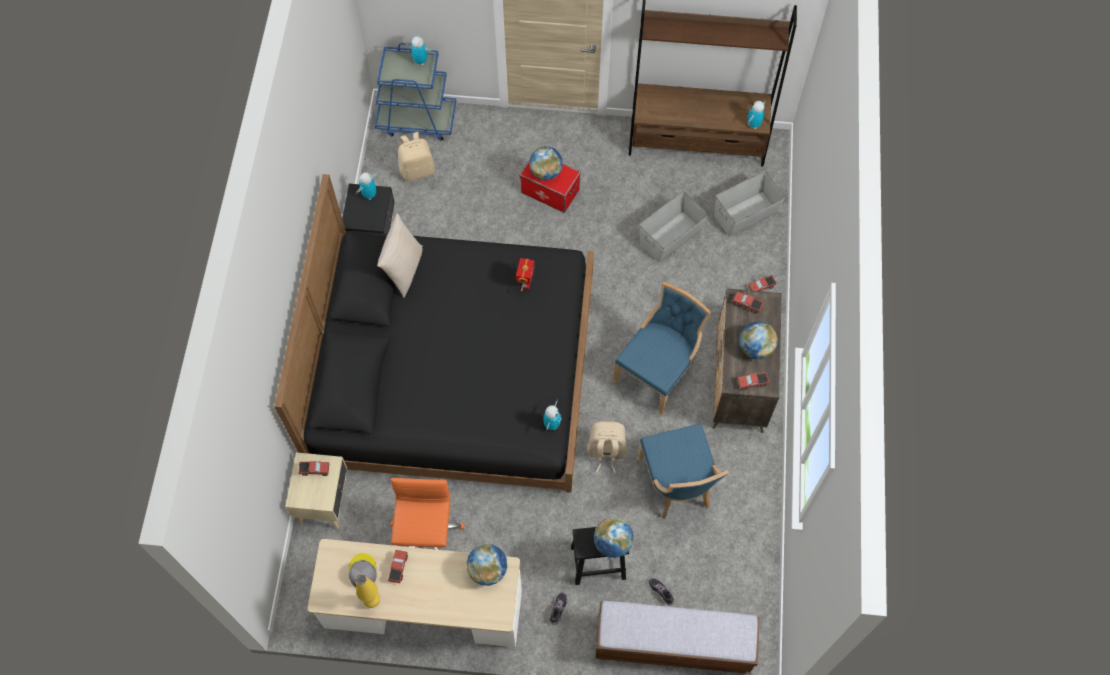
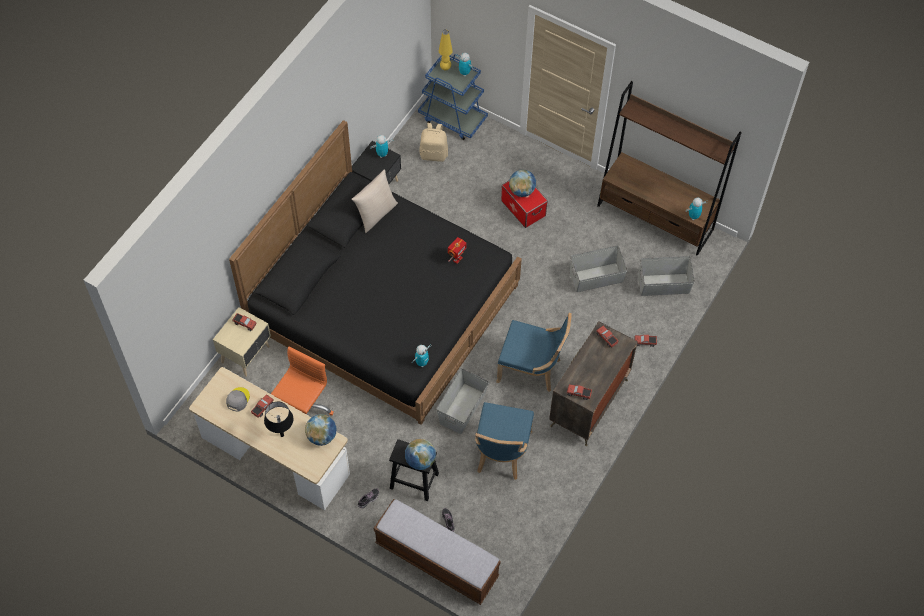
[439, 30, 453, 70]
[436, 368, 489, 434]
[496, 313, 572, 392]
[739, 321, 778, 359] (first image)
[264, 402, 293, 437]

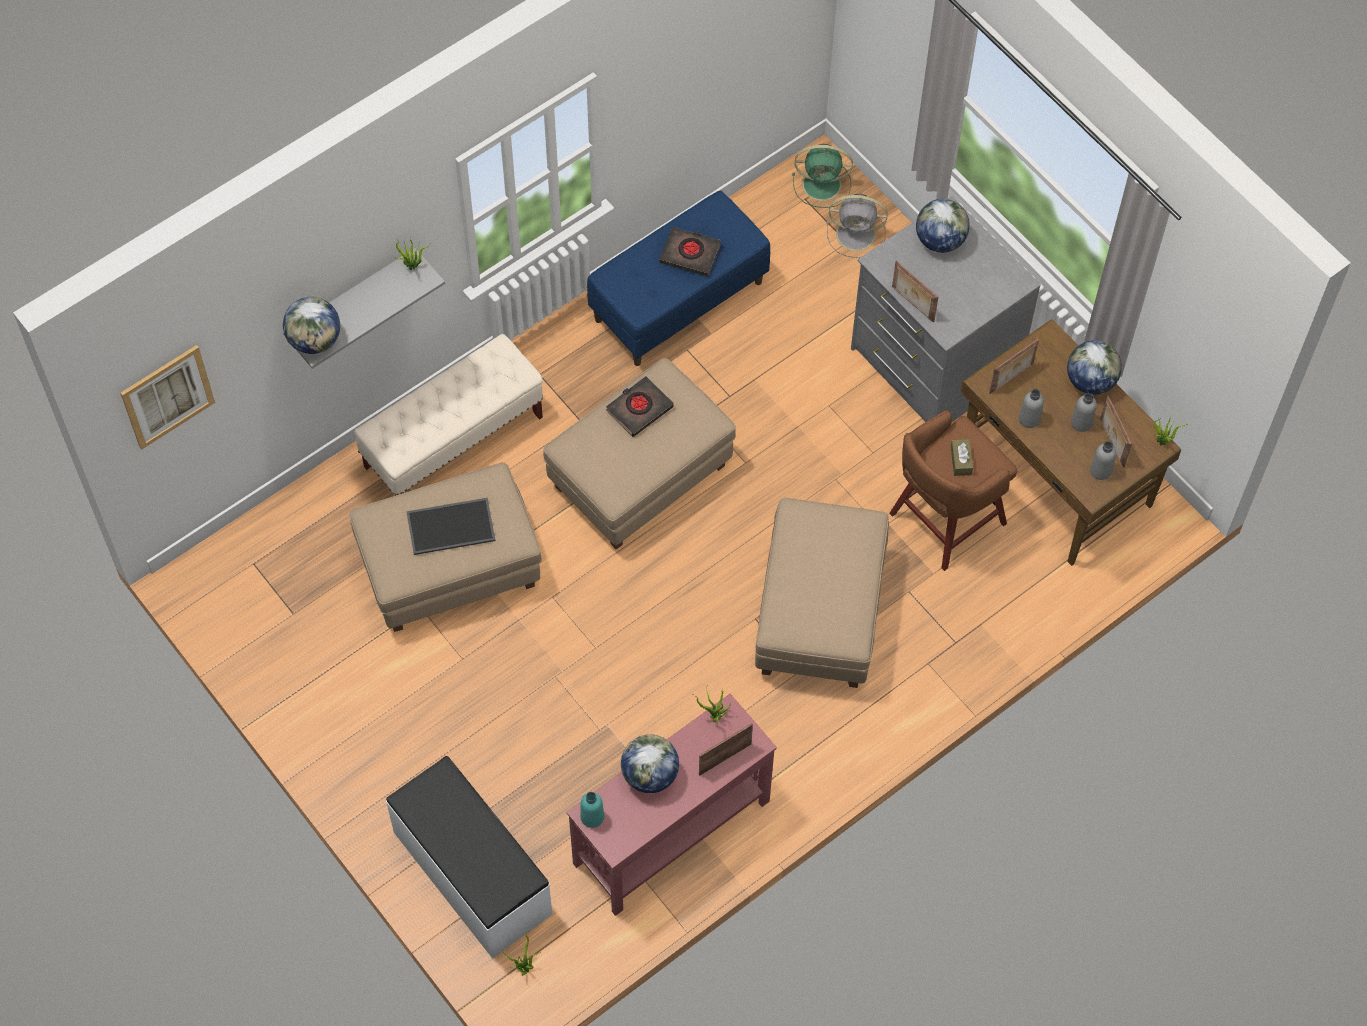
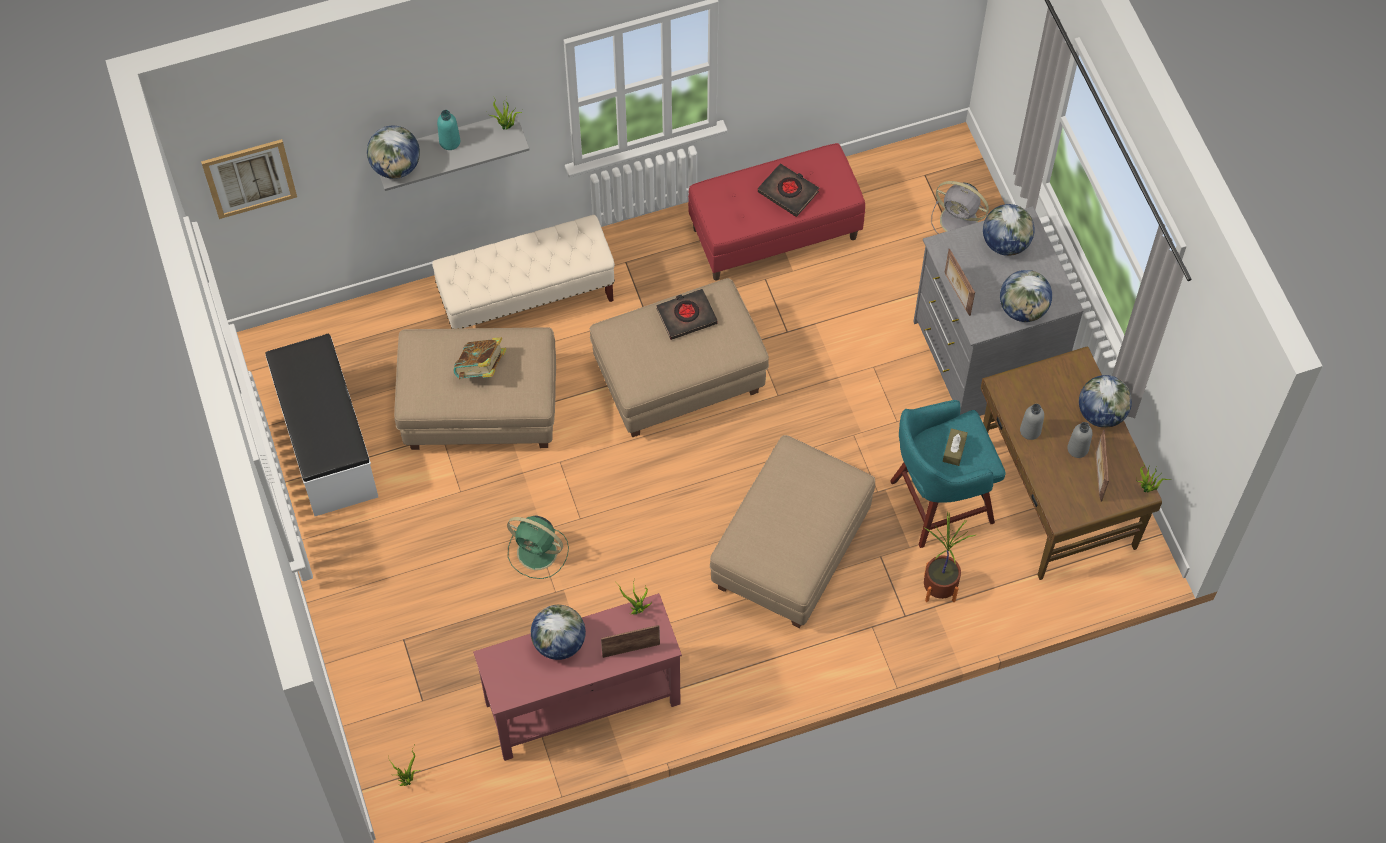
[265, 334, 378, 516]
[454, 337, 507, 379]
[437, 110, 460, 150]
[688, 143, 865, 281]
[507, 515, 569, 579]
[890, 400, 1006, 548]
[989, 339, 1039, 394] (first image)
[1090, 441, 1116, 480] (first image)
[924, 512, 977, 602]
[1000, 270, 1052, 322]

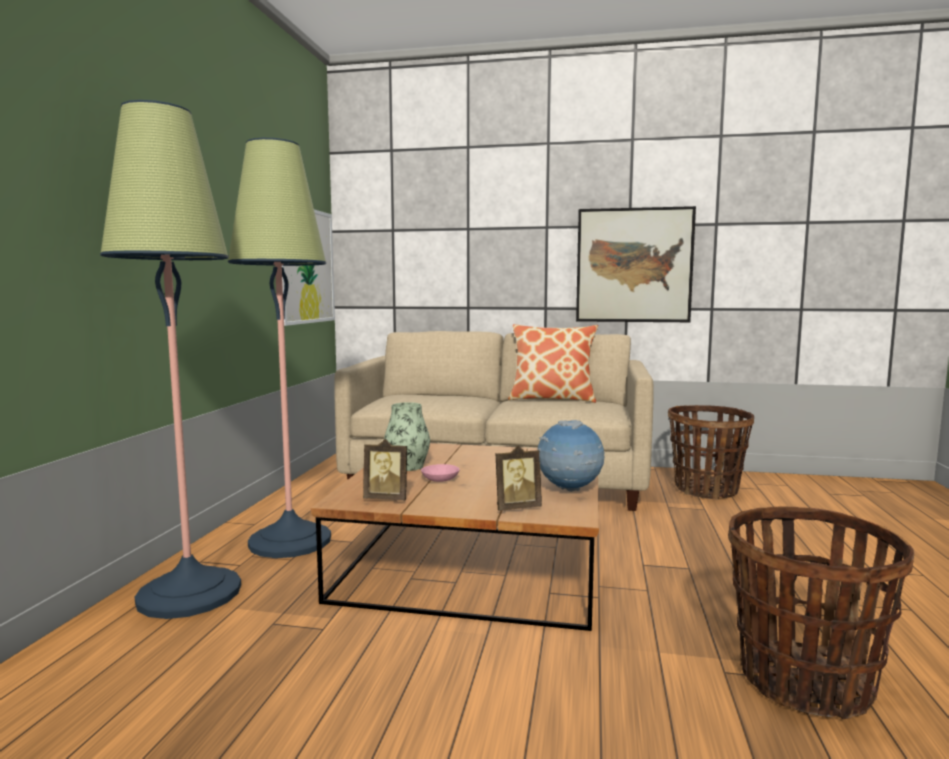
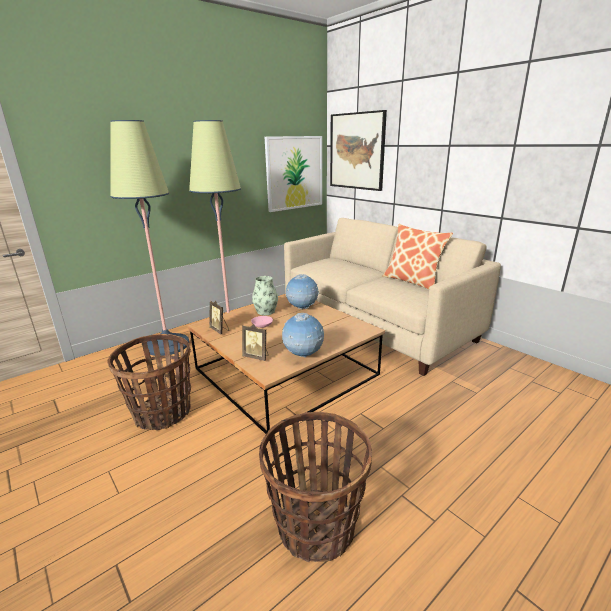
[330, 110, 387, 191]
[107, 334, 191, 430]
[286, 274, 319, 310]

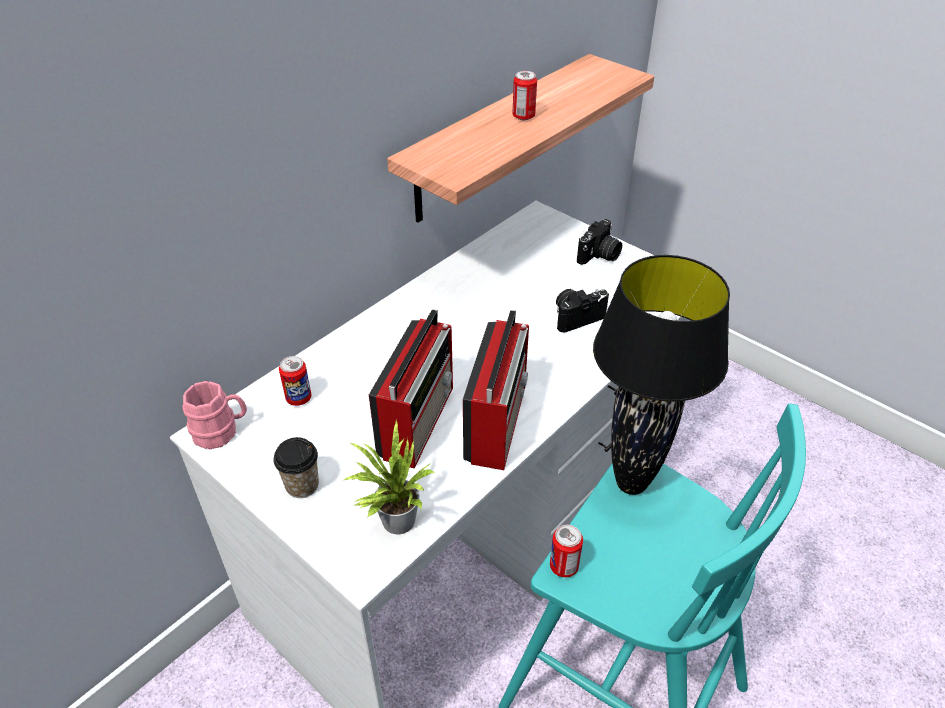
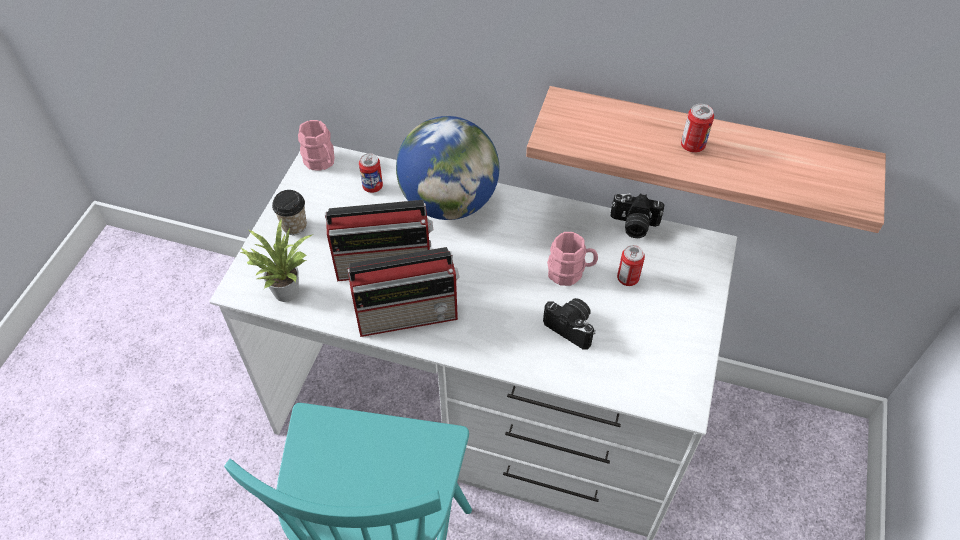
[617, 245, 645, 286]
[611, 193, 665, 238]
[593, 255, 730, 495] (first image)
[396, 116, 499, 220]
[547, 232, 598, 286]

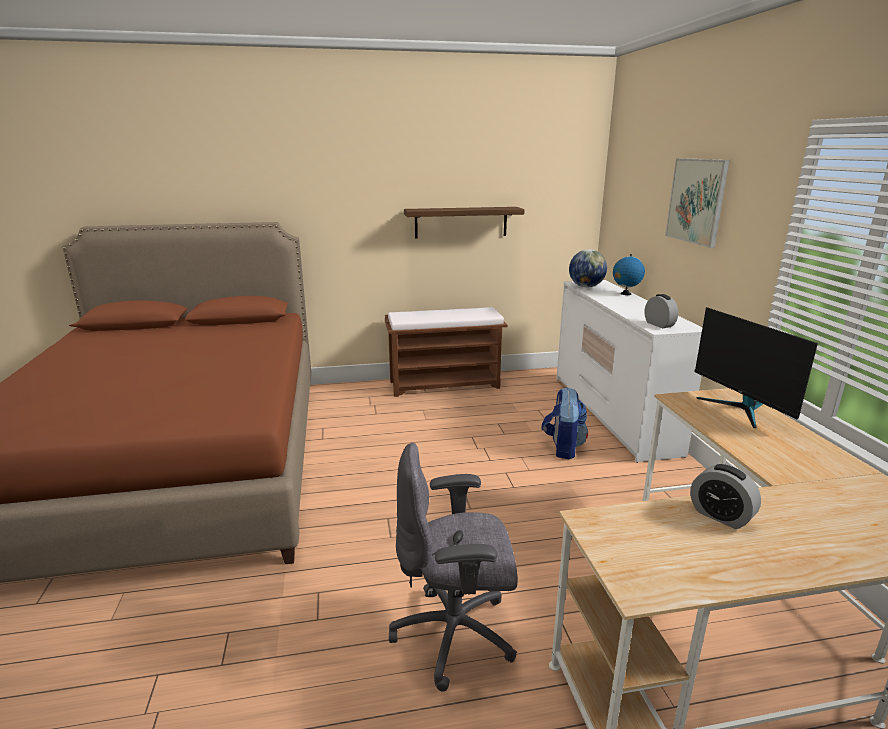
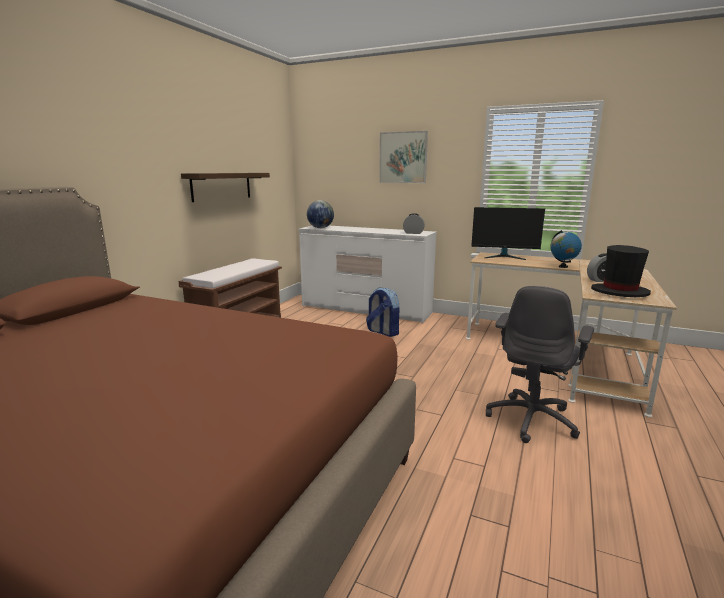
[550, 230, 582, 268]
[591, 245, 651, 297]

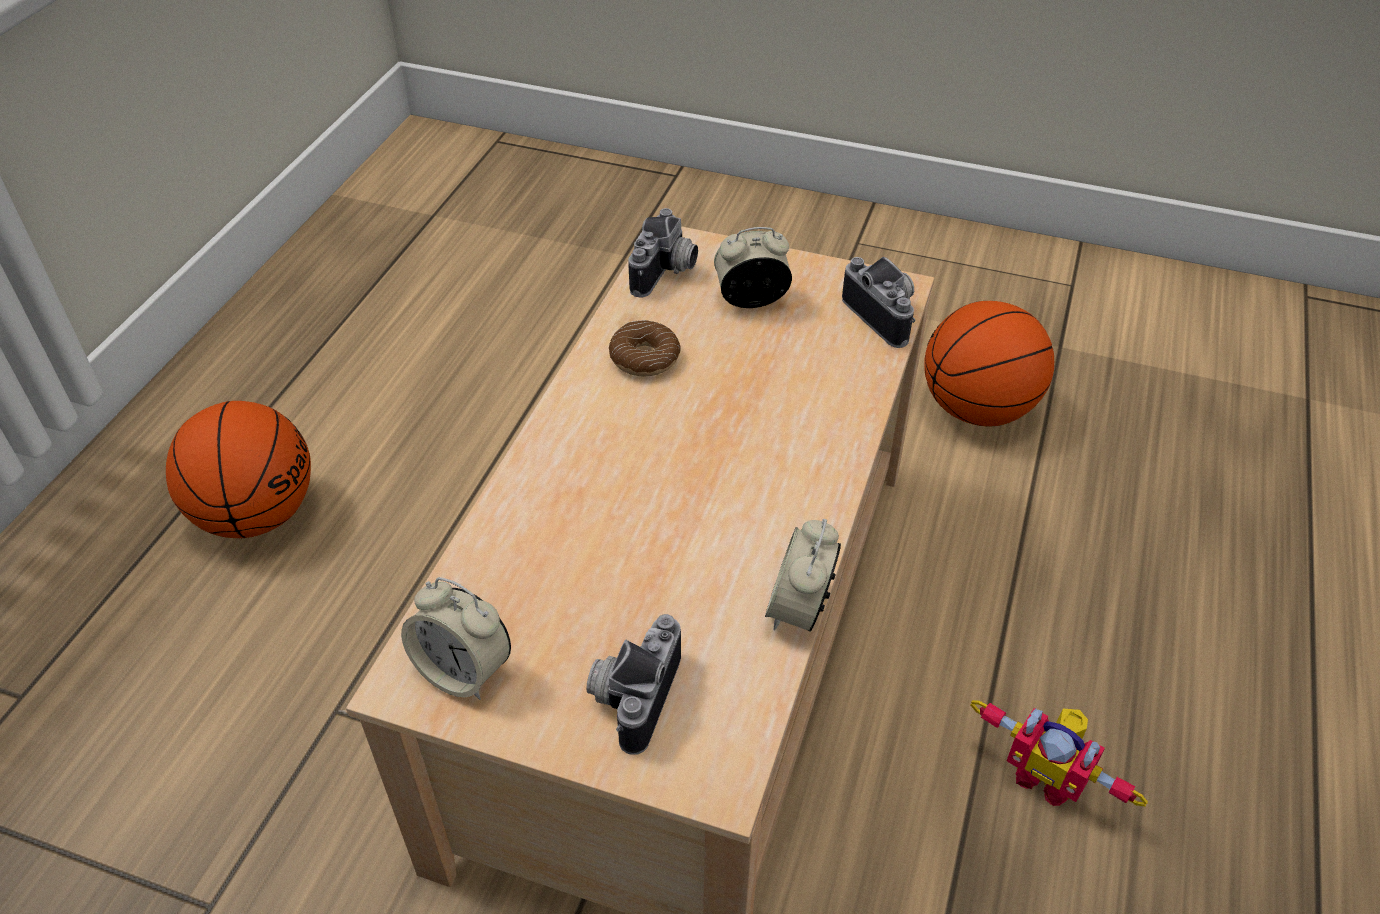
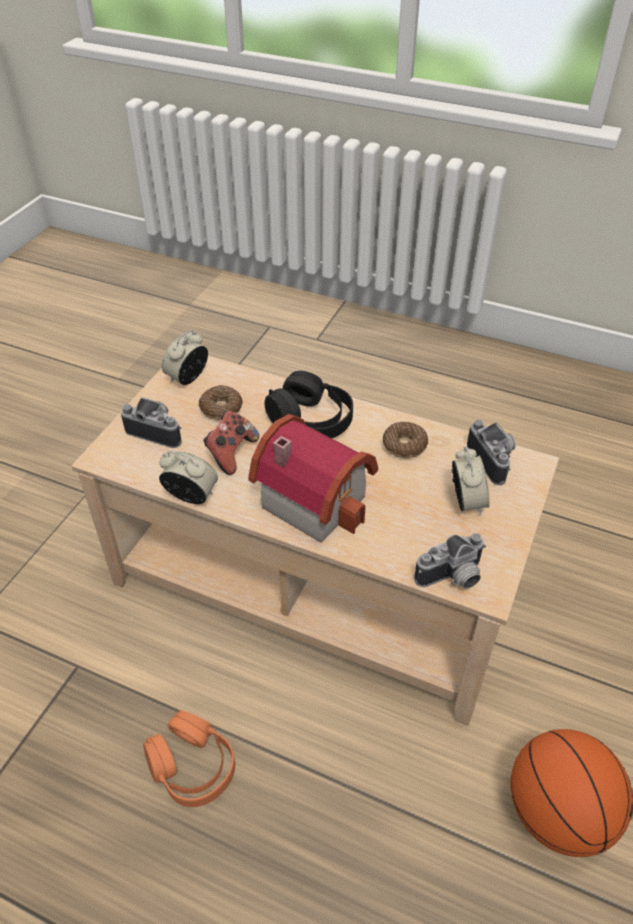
[166, 401, 311, 538] (first image)
[467, 420, 515, 485]
[143, 711, 235, 807]
[199, 385, 242, 420]
[203, 411, 259, 475]
[248, 414, 378, 543]
[264, 371, 353, 438]

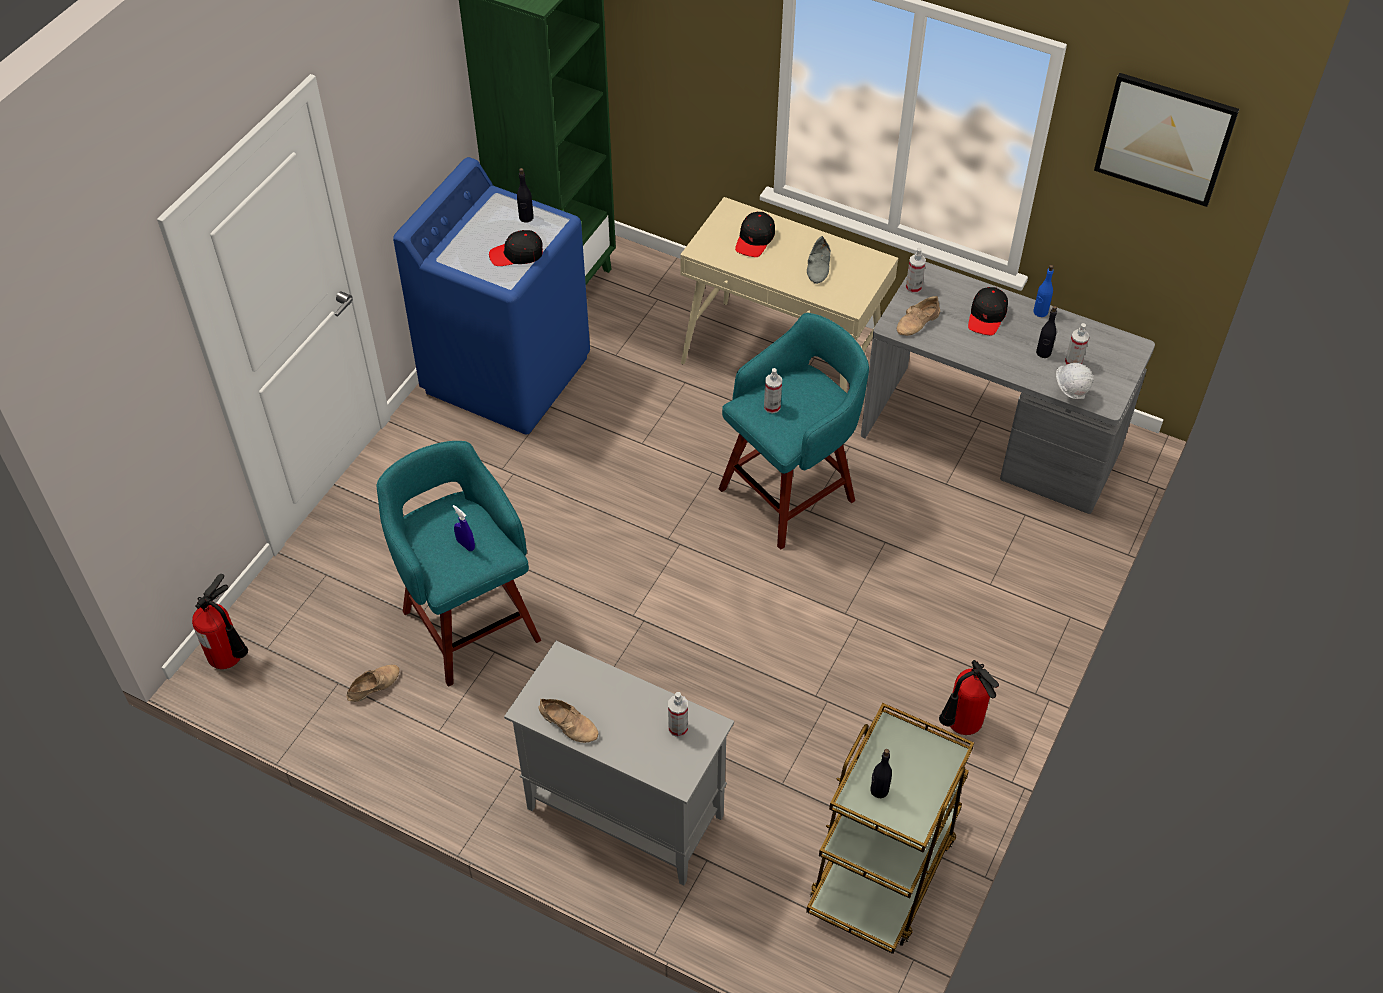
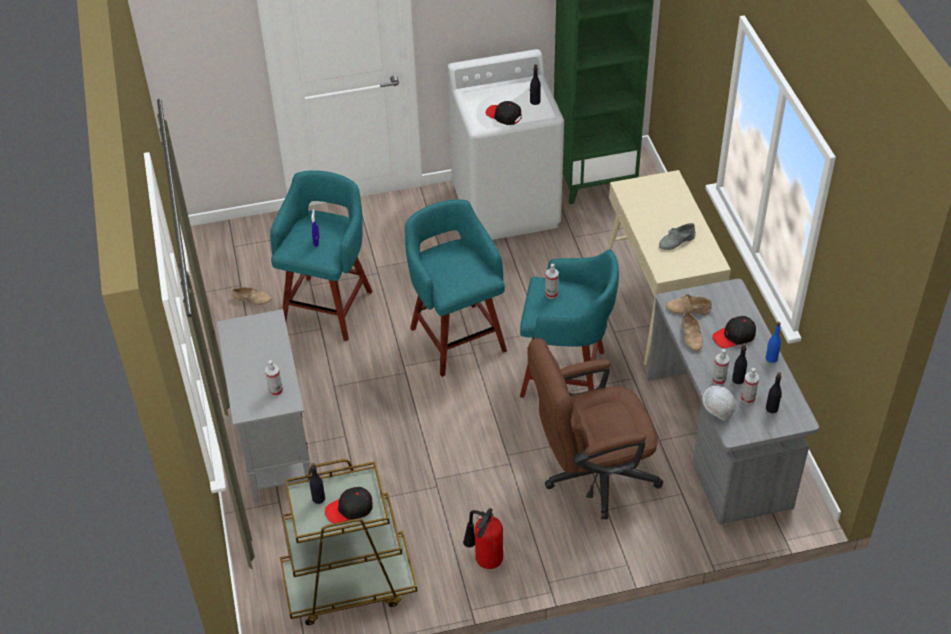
[192, 574, 248, 669] (first image)
[447, 49, 564, 240]
[682, 311, 703, 351]
[325, 487, 373, 523]
[712, 349, 730, 385]
[1094, 73, 1239, 207] (first image)
[405, 199, 507, 377]
[527, 338, 663, 519]
[766, 372, 782, 413]

